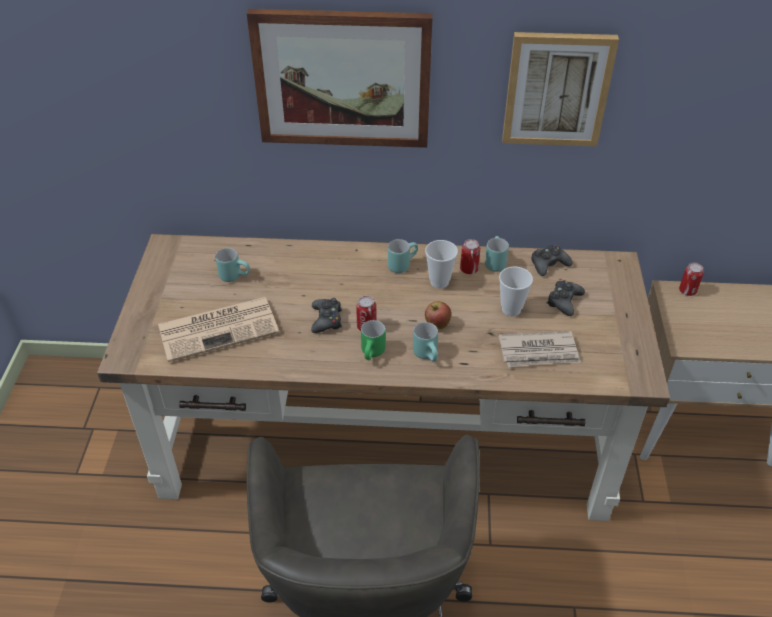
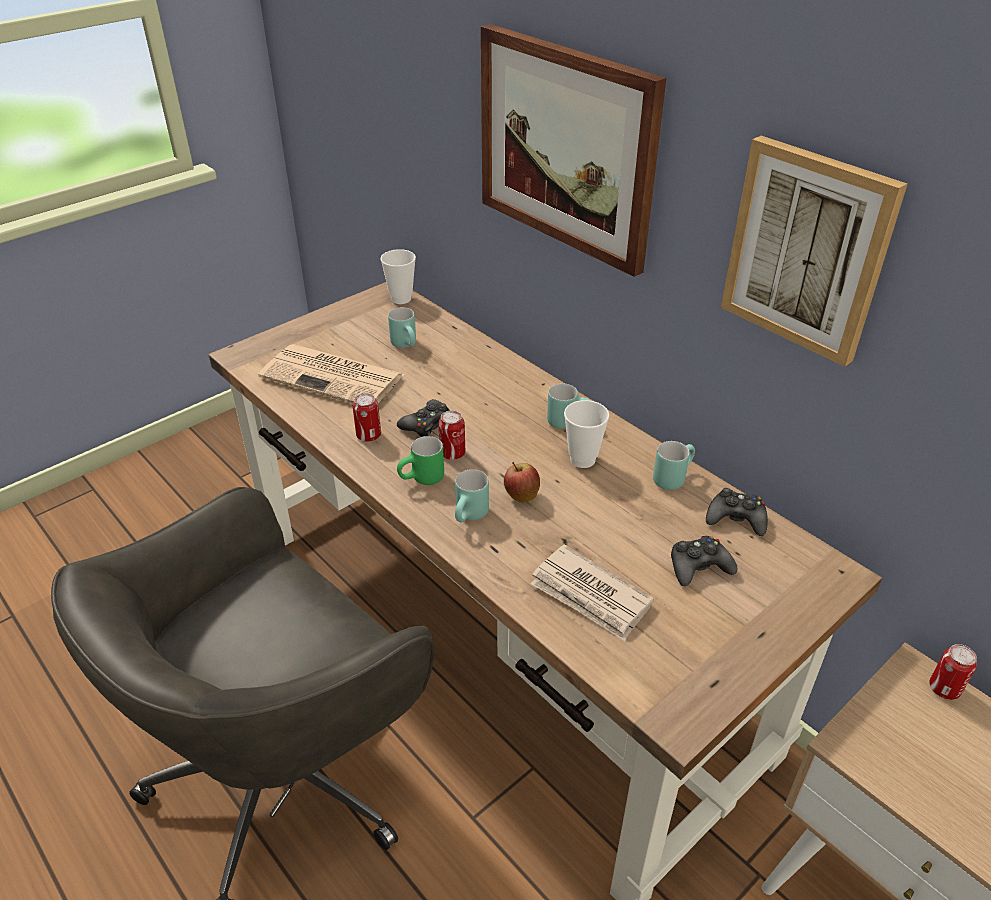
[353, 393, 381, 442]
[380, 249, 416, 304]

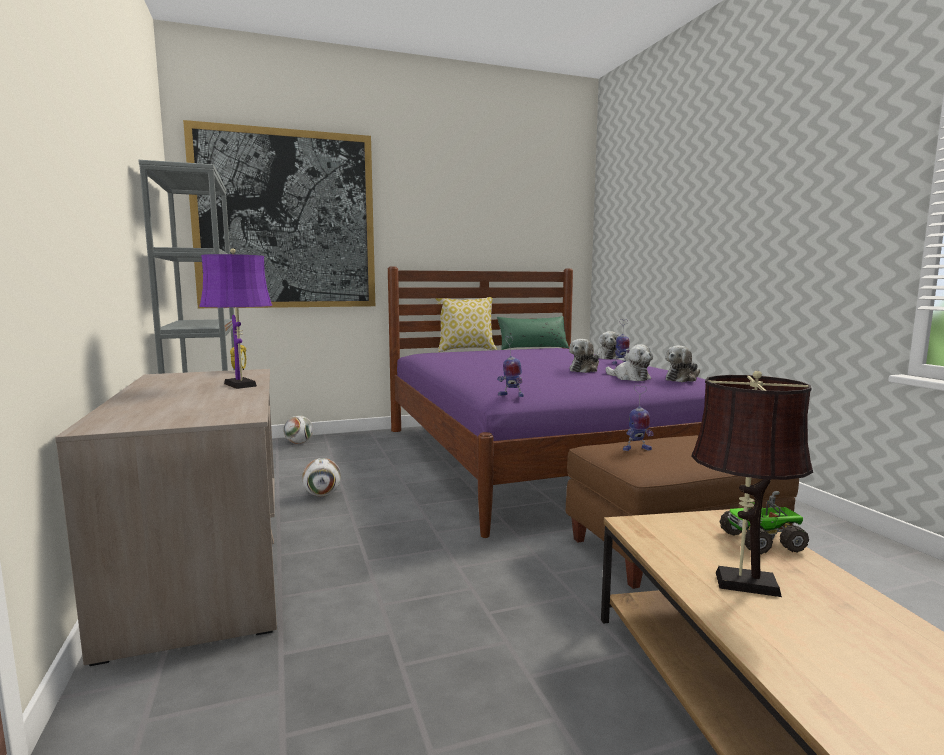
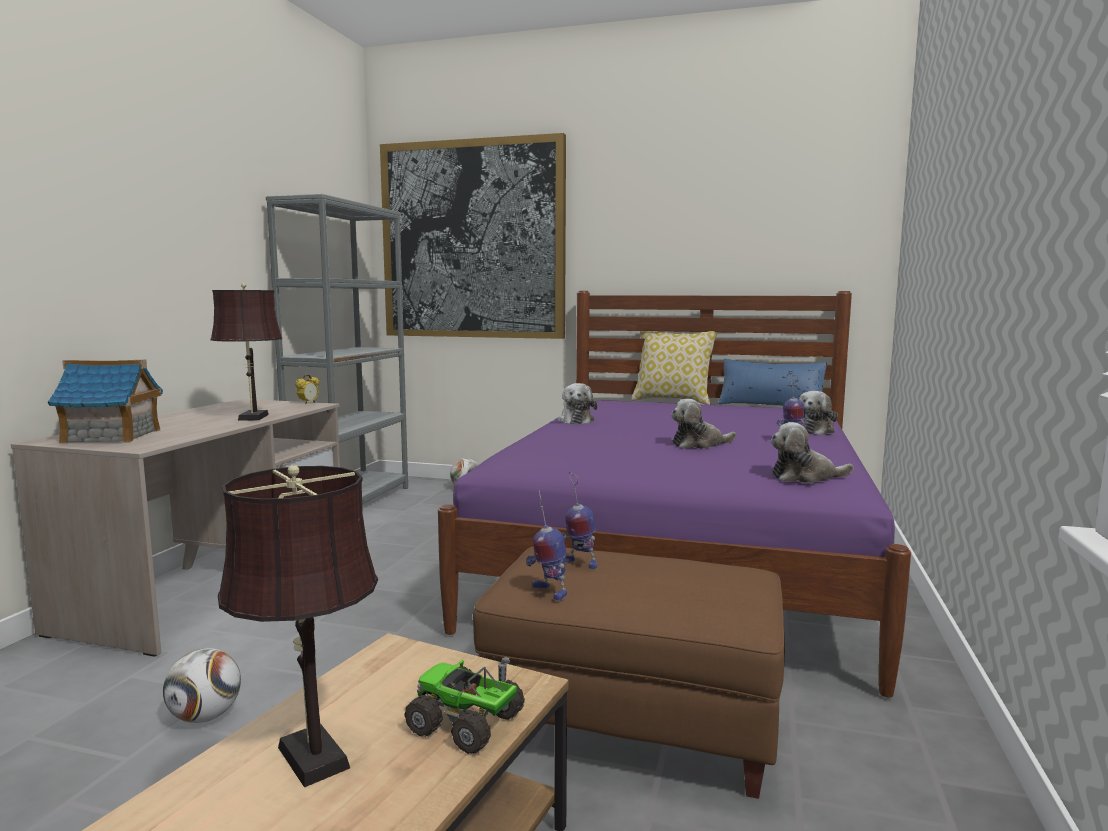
[210, 283, 282, 421]
[163, 648, 241, 723]
[718, 359, 827, 406]
[526, 490, 567, 601]
[558, 383, 597, 424]
[48, 360, 163, 444]

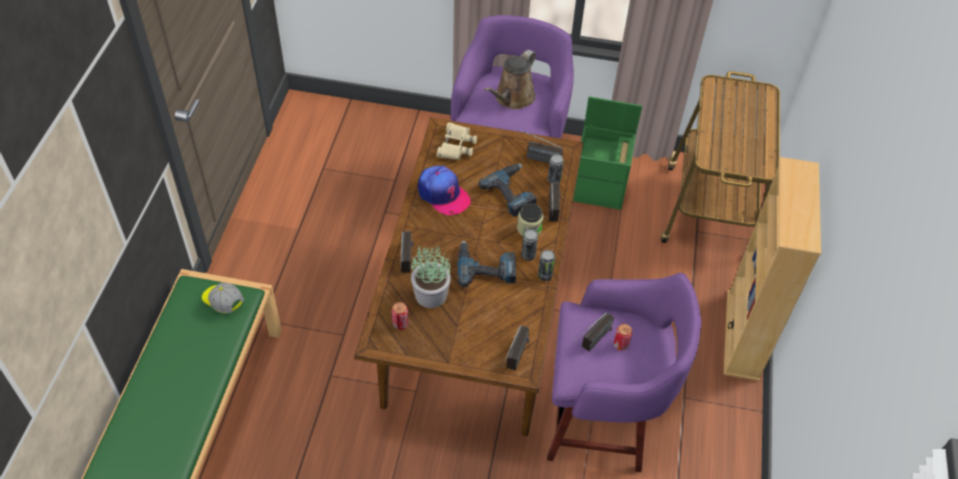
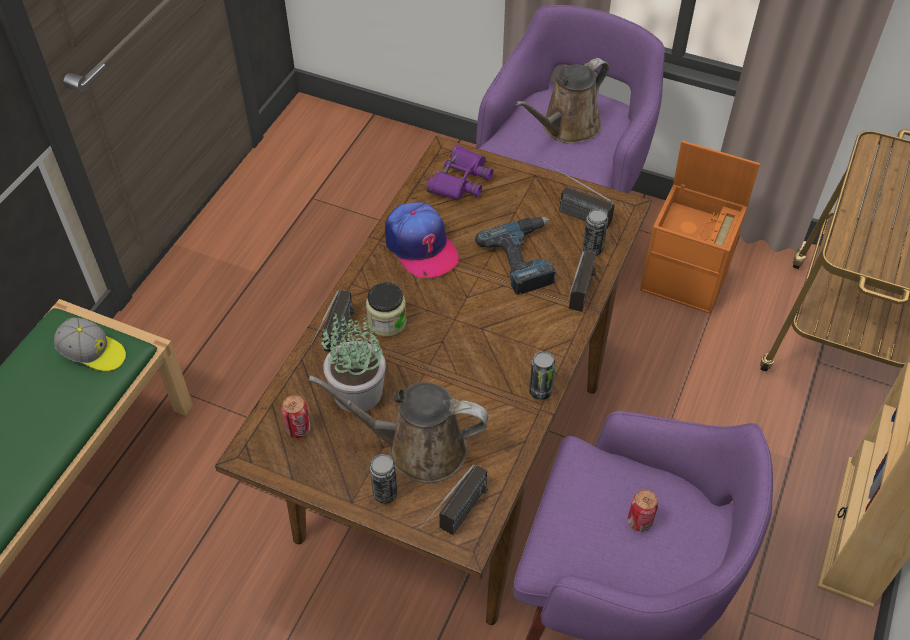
[54, 318, 126, 371]
[426, 145, 493, 200]
[457, 240, 516, 287] (first image)
[366, 282, 406, 336]
[370, 454, 398, 504]
[640, 141, 760, 314]
[573, 313, 614, 352] (first image)
[308, 375, 489, 483]

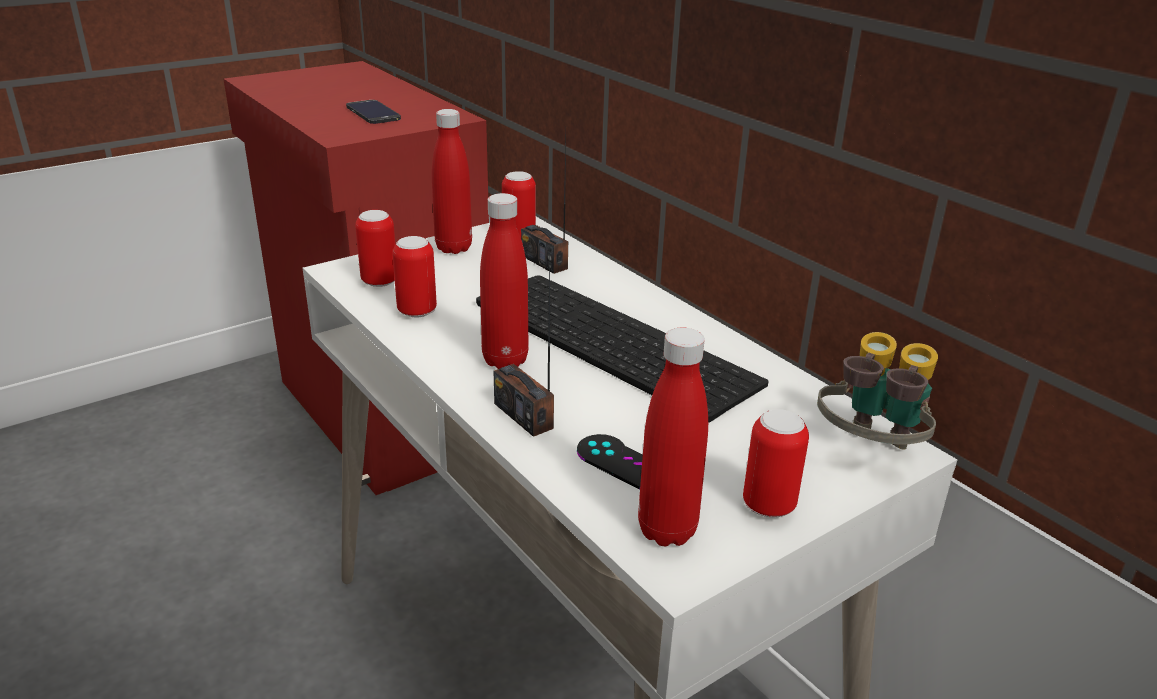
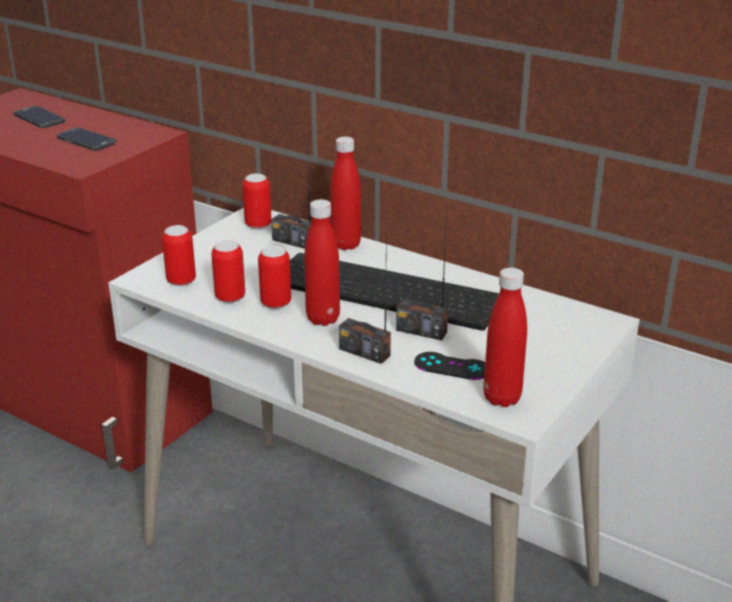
[330, 136, 361, 250]
[258, 246, 291, 309]
[817, 332, 938, 450] (first image)
[13, 106, 65, 128]
[396, 213, 448, 340]

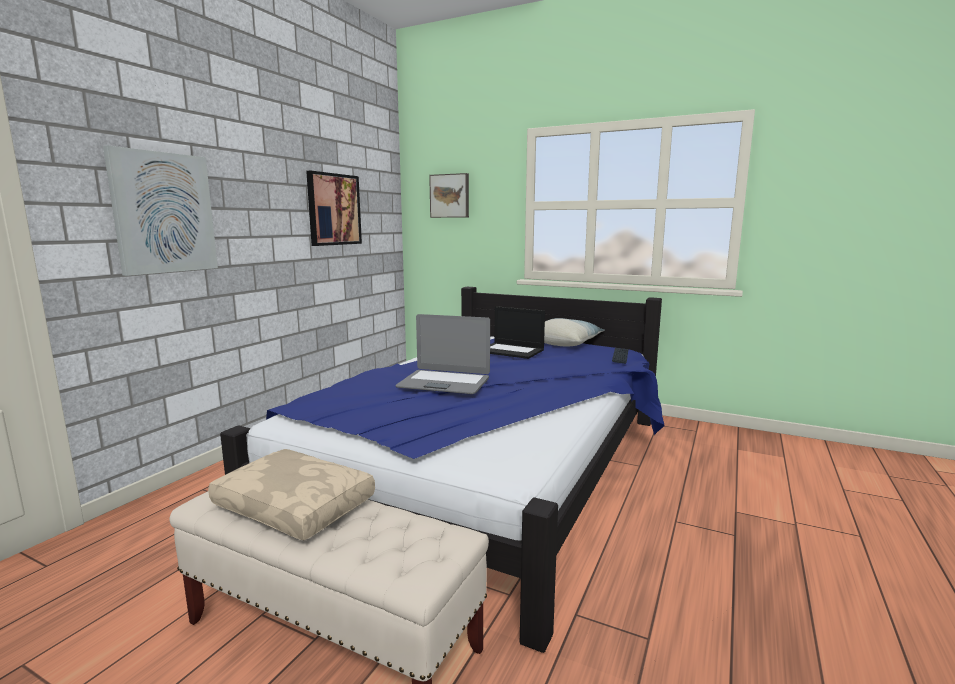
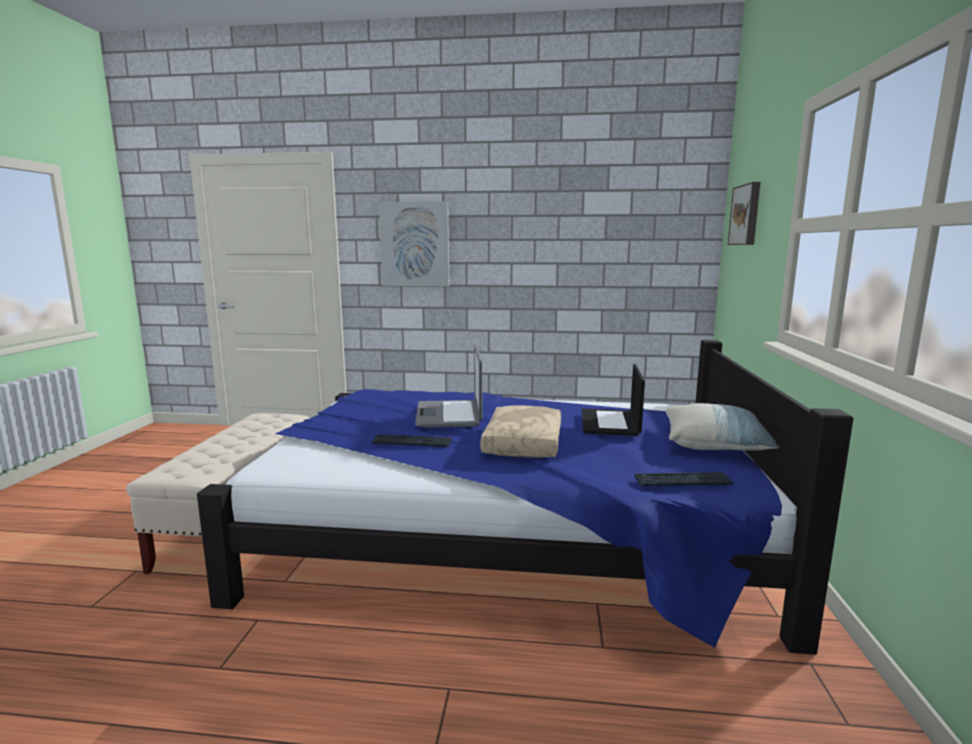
[480, 405, 561, 458]
[306, 170, 362, 246] (first image)
[371, 434, 451, 447]

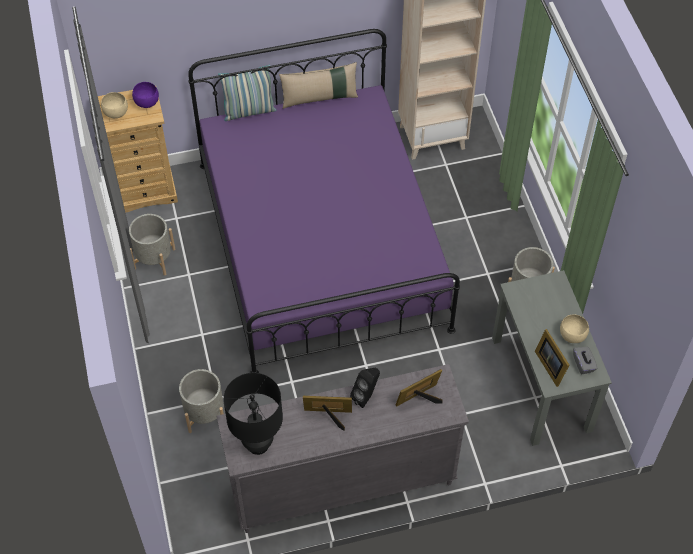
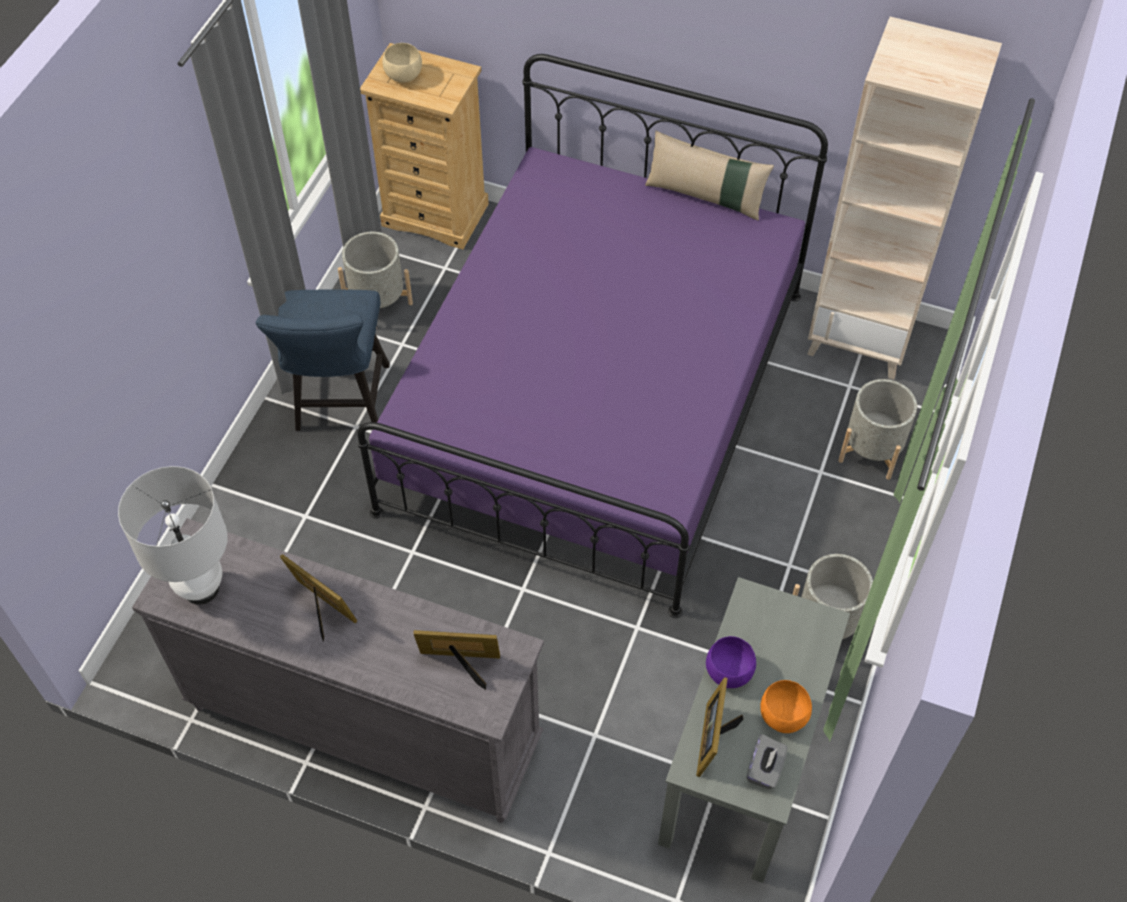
[706, 636, 756, 688]
[838, 379, 917, 480]
[218, 65, 276, 121] (first image)
[118, 466, 228, 605]
[350, 368, 380, 408] (first image)
[760, 680, 812, 733]
[256, 289, 390, 431]

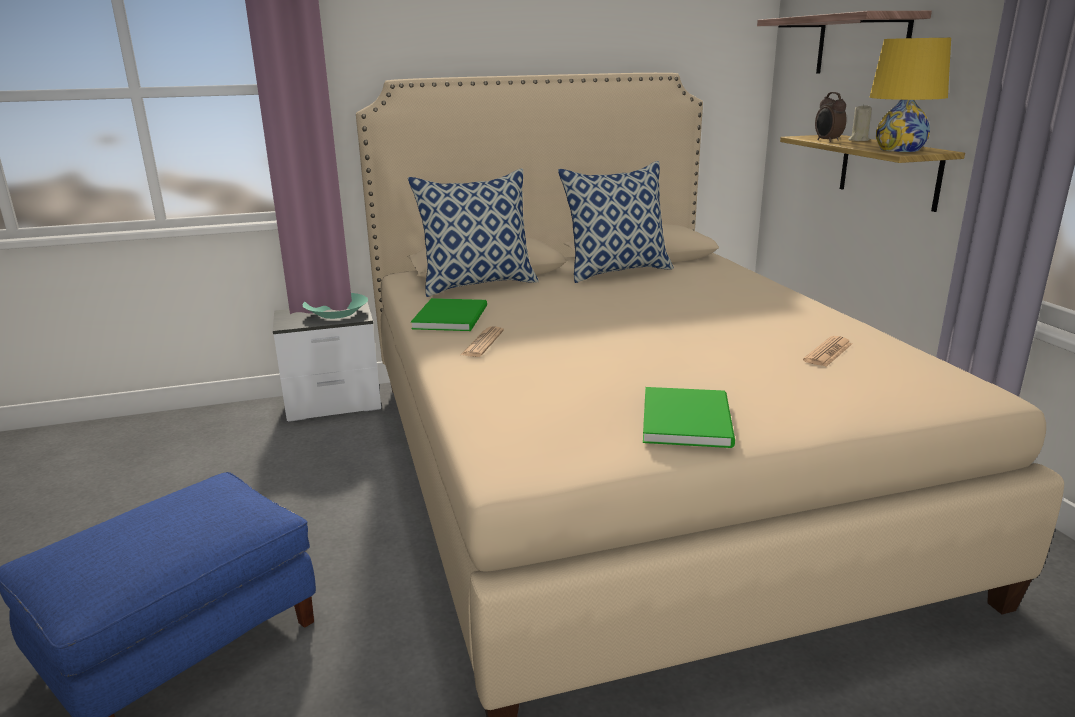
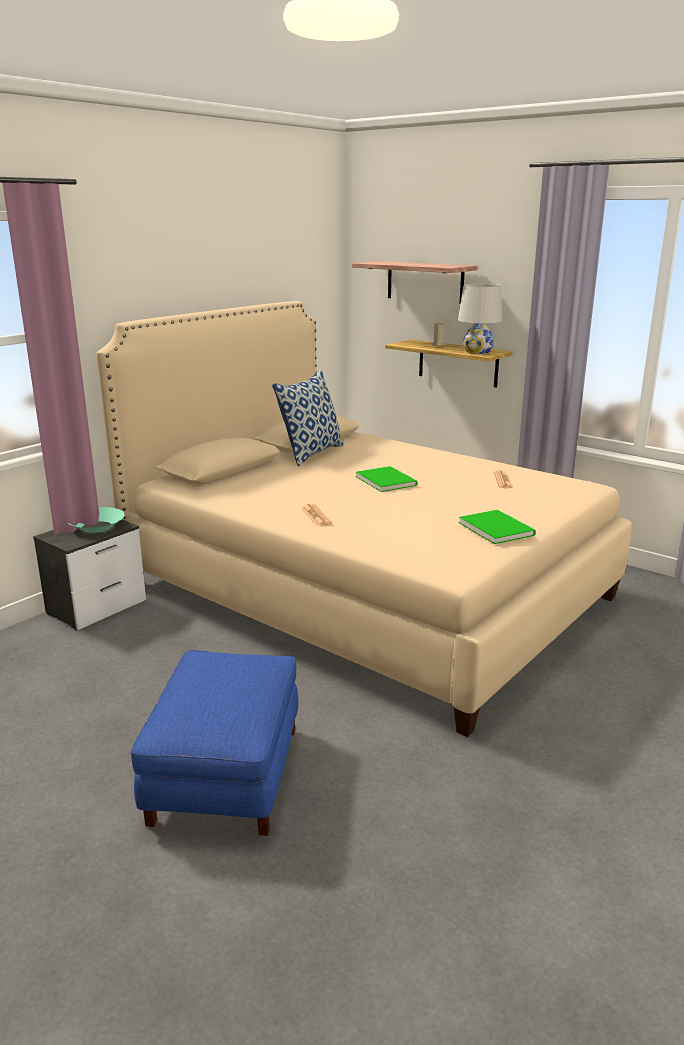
[408, 168, 539, 297] (first image)
[356, 466, 418, 492]
[815, 92, 847, 143] (first image)
[458, 284, 502, 354]

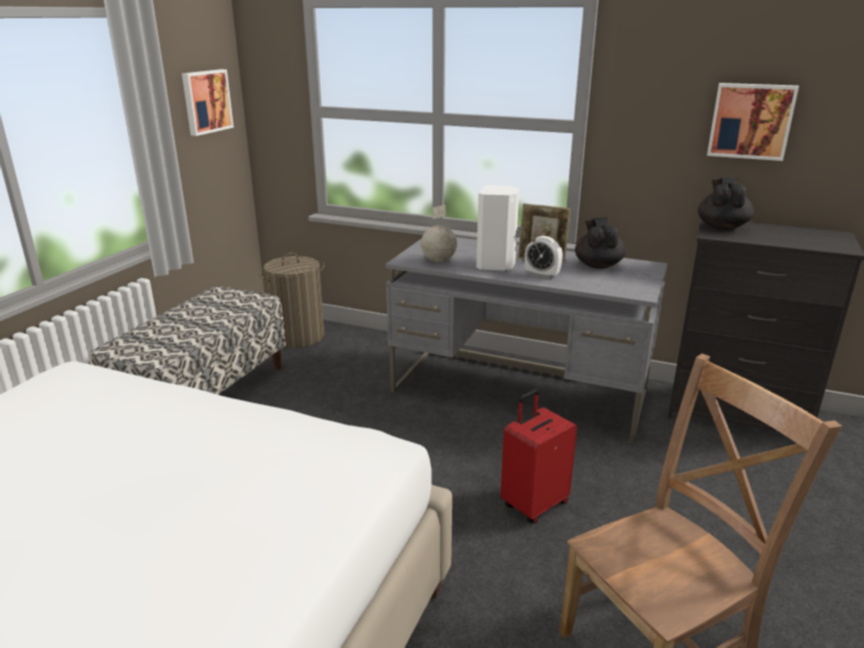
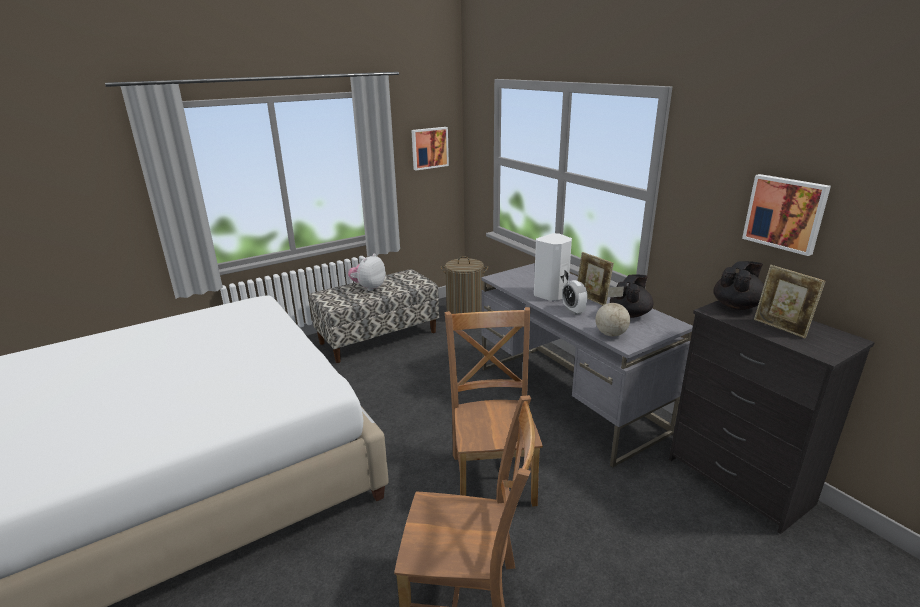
[595, 287, 630, 336]
[445, 307, 543, 506]
[348, 253, 386, 291]
[754, 265, 825, 338]

